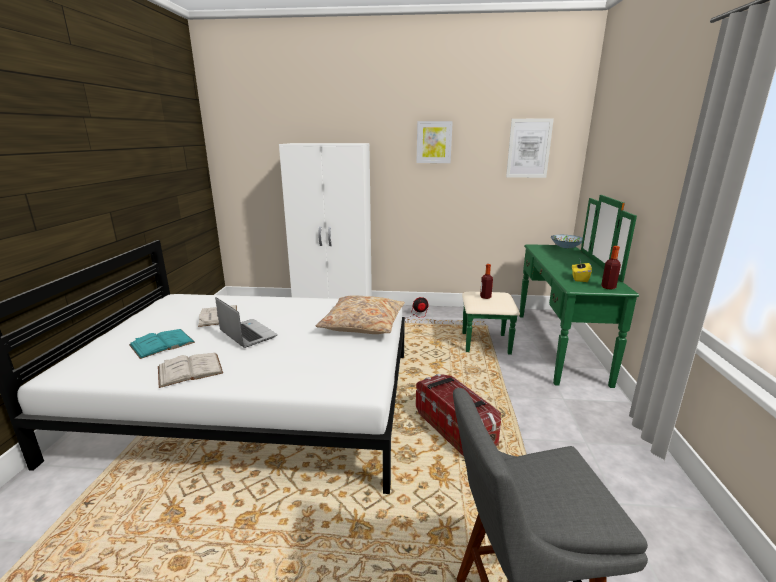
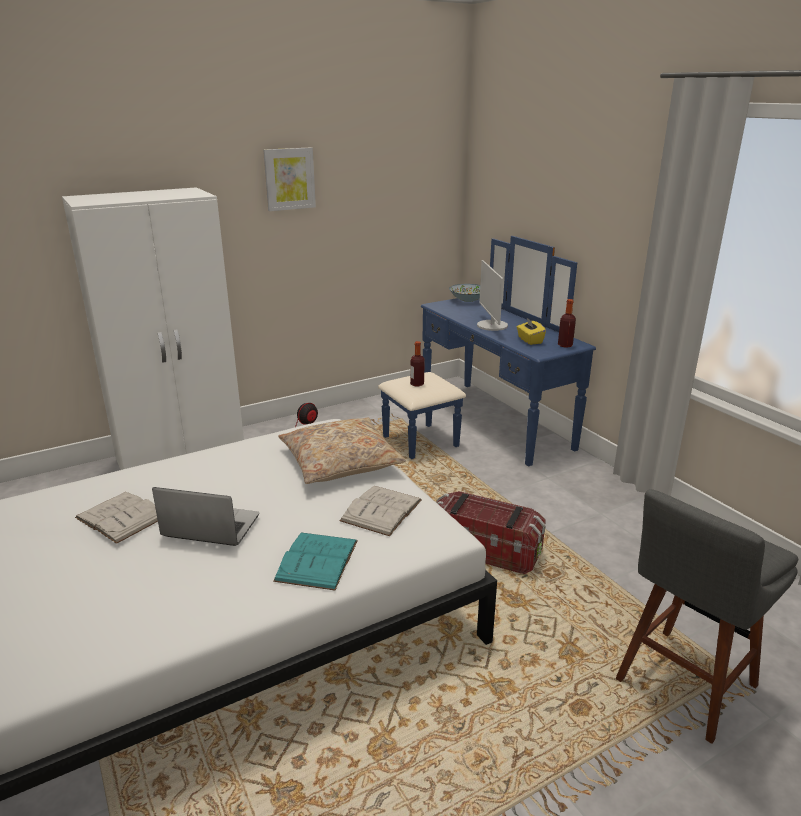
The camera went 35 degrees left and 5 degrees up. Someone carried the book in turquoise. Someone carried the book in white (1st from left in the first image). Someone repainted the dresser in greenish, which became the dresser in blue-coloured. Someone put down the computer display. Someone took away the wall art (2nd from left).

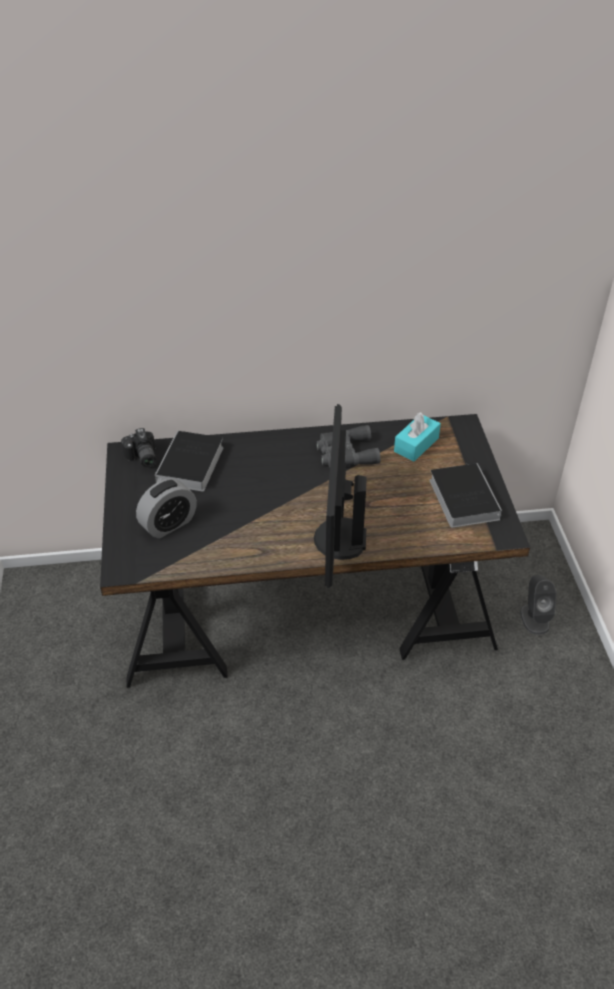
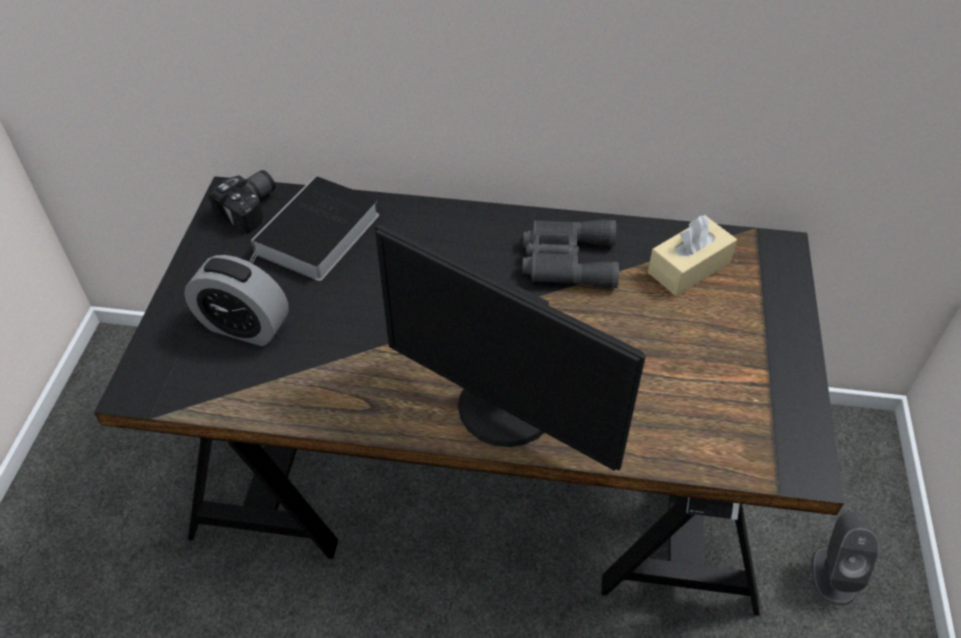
The camera went 15 degrees right and 5 degrees up. Someone rotated the alarm clock by 45 degrees clockwise. Someone rotated the still camera by 135 degrees counterclockwise. Someone rotated the computer display by 75 degrees counterclockwise. Someone repainted the tissue holder in turquoise, which became the tissue holder in beige. Someone took away the book (2nd from left).

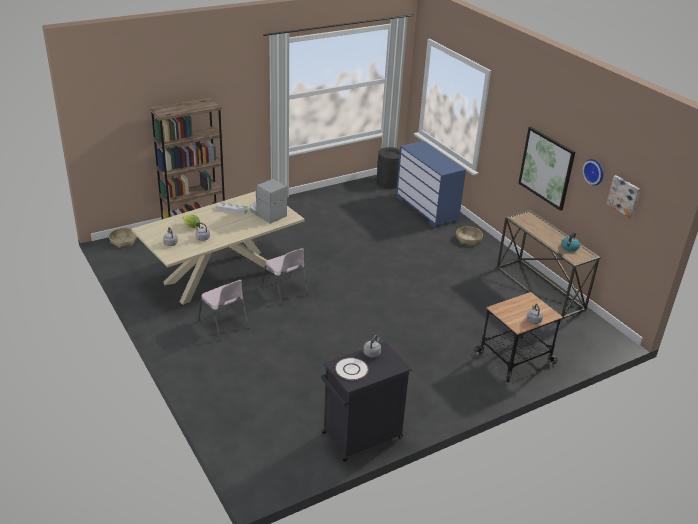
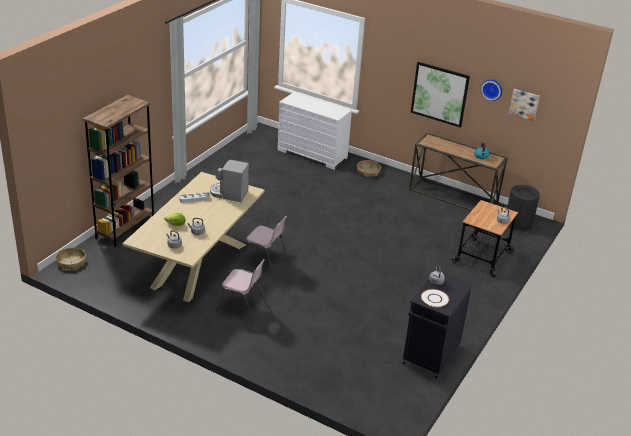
The camera went 30 degrees left and 0 degrees up. Someone repainted the dresser in blue-coloured, which became the dresser in white. Someone carried the waste bin in black-coloured.

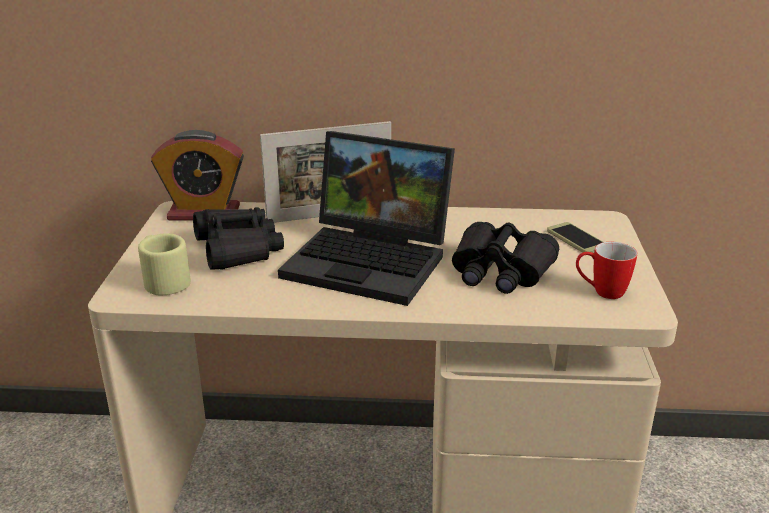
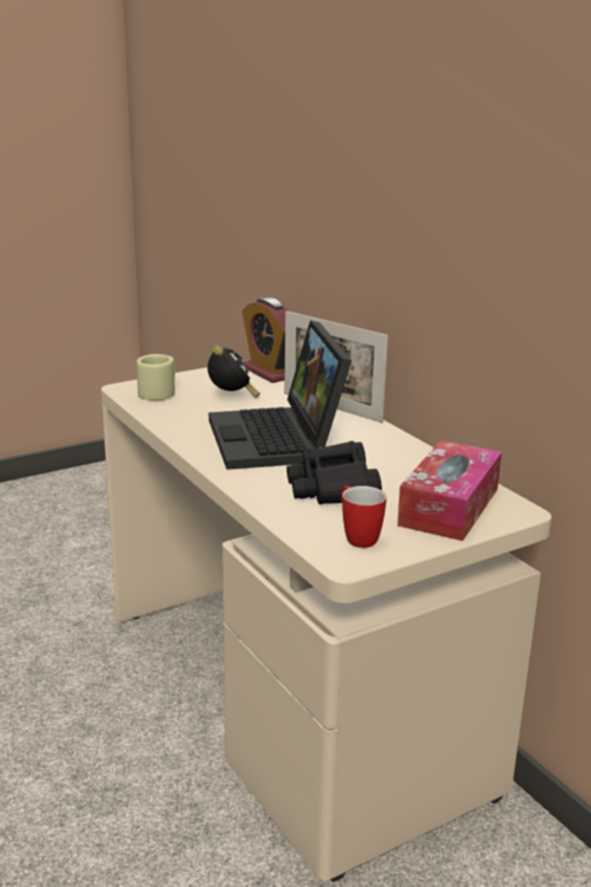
The camera went 55 degrees right and 5 degrees down. Someone swapped the field glasses in black-coloured (1st from left) for the alarm clock (1st from left). Someone swapped the handset for the tissue holder.

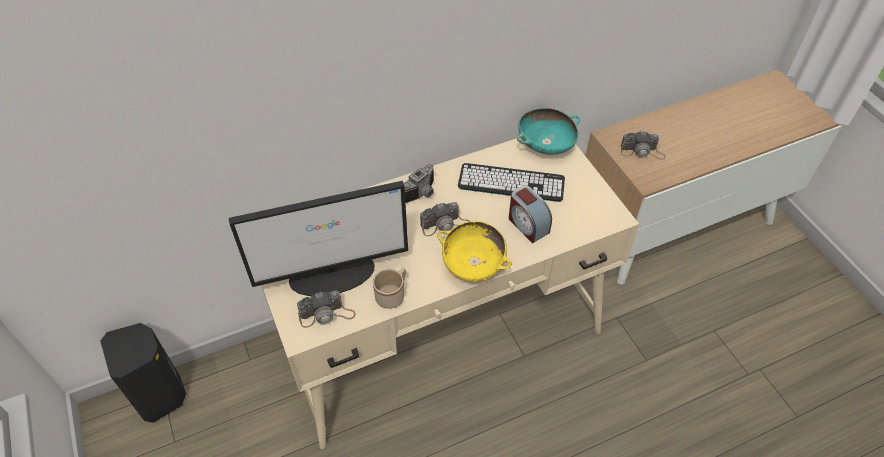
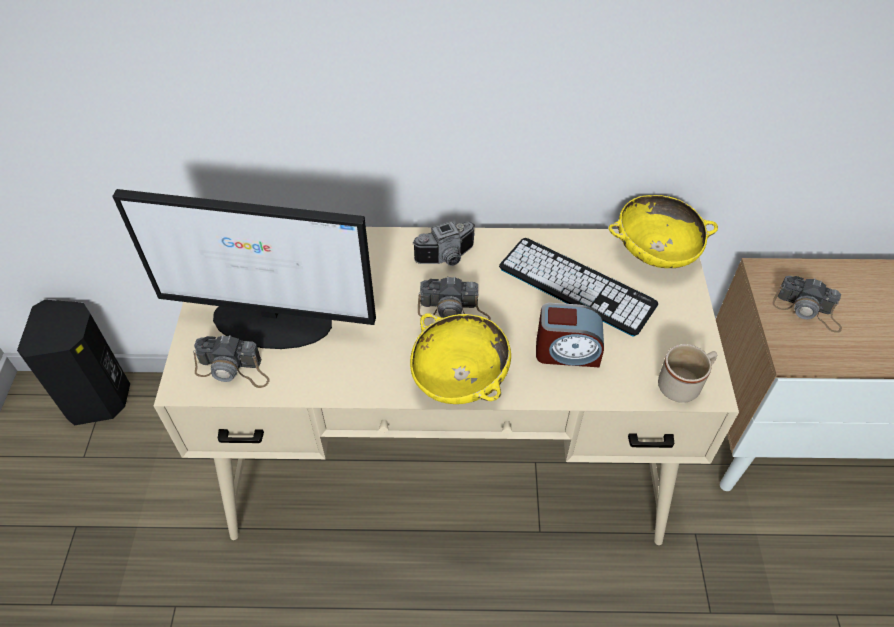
The camera went 25 degrees right and 0 degrees up. Someone rotated the alarm clock by 75 degrees counterclockwise. Someone repainted the serving bowl in turquoise, which became the serving bowl in yellowish (2nd from left). Someone carried the coffee mug in beige.

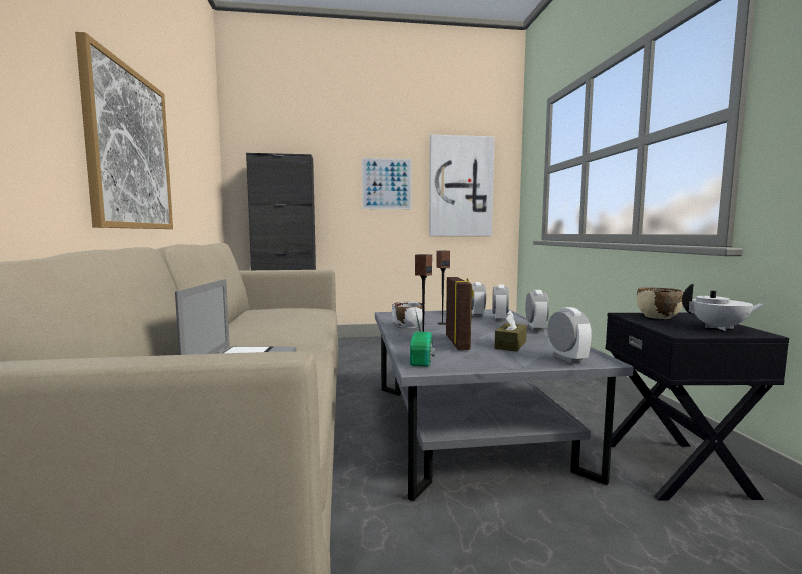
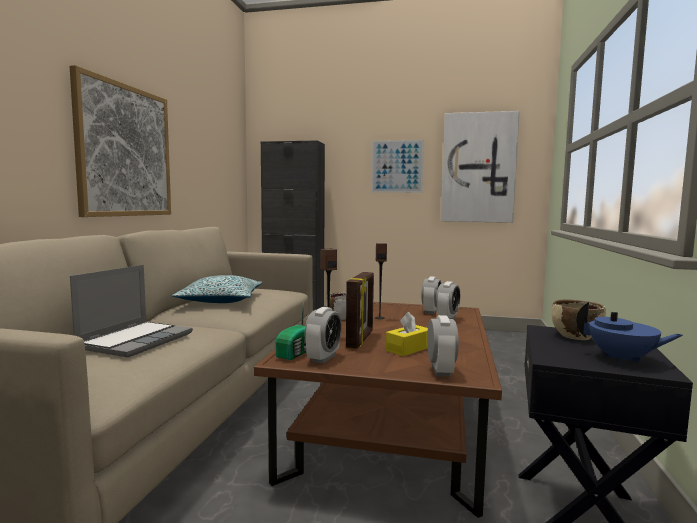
The camera went 20 degrees right and 0 degrees up. Someone put down the pillow. Someone repainted the lounge table in gray, which became the lounge table in brown-coloured. Someone carried the alarm clock (3rd from left in the first image). Someone repainted the tissue holder in brown-coloured, which became the tissue holder in yellowish. Someone repainted the pot for tea in white, which became the pot for tea in blue-coloured.

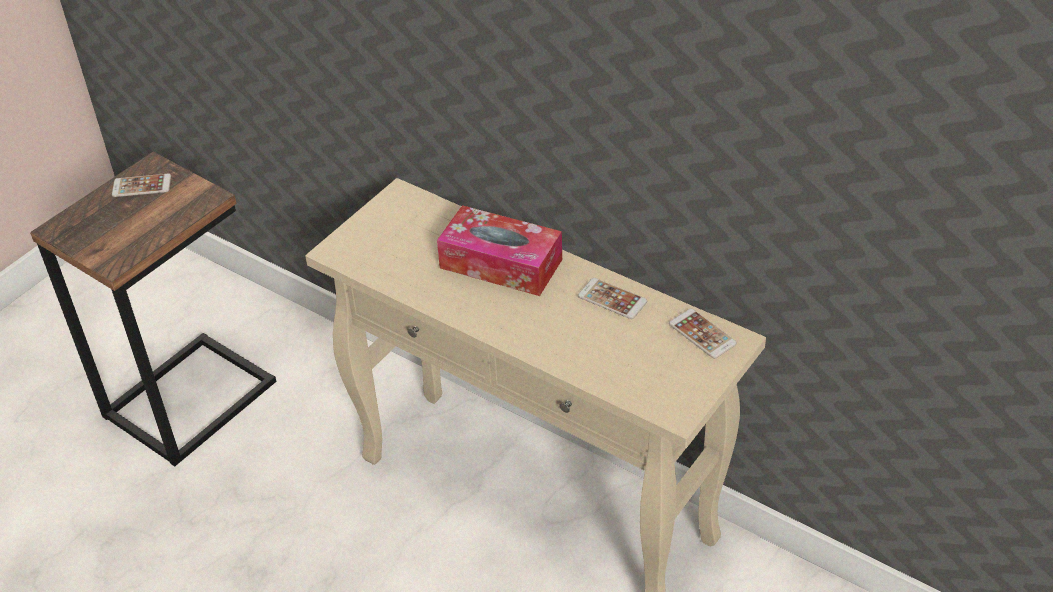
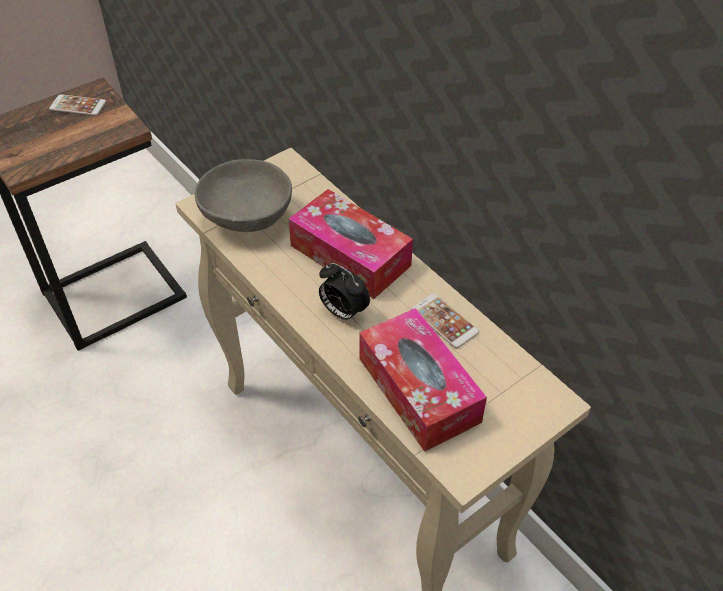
The camera went 15 degrees right and 5 degrees up. Someone put down the serving bowl in gray. Someone put down the alarm clock. Someone put down the tissue holder (2nd from left). Someone took away the handset (3rd from left).

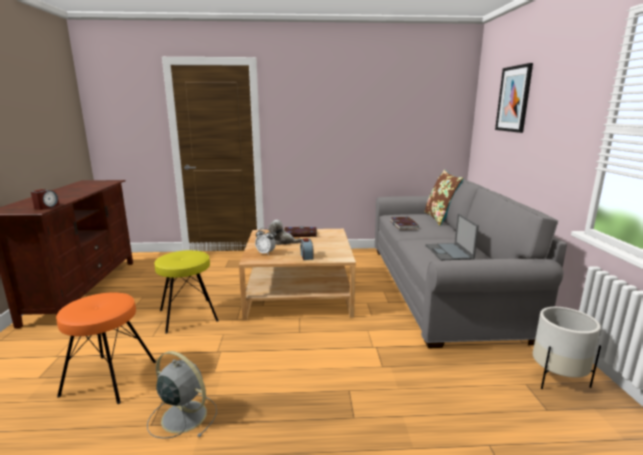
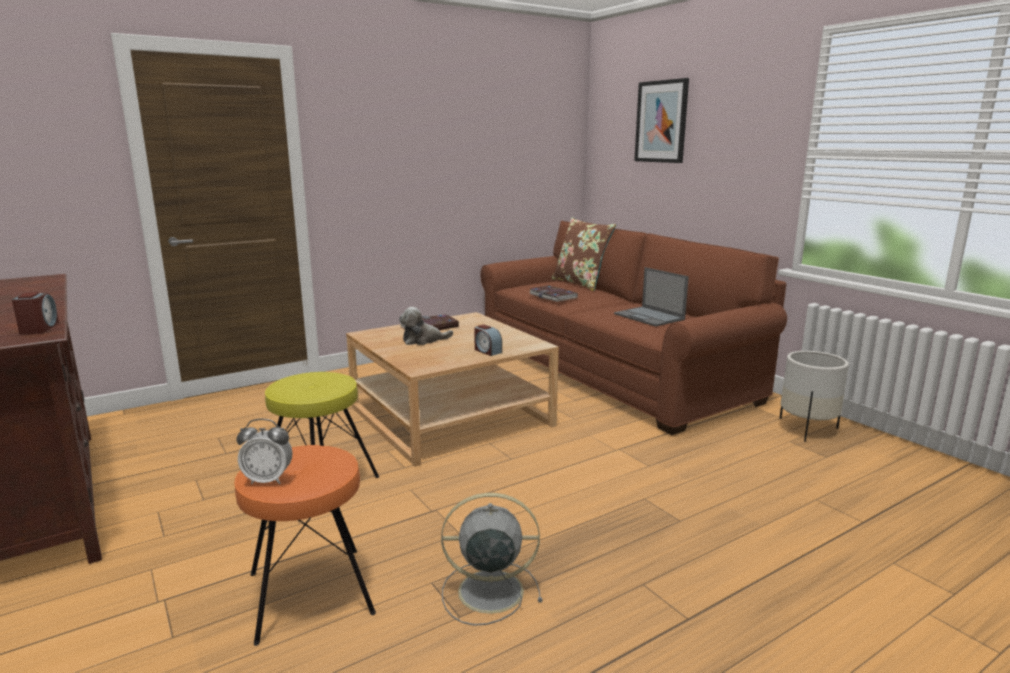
The camera went 30 degrees left and 0 degrees up. Someone carried the alarm clock (2nd from left). Someone repainted the settee in gray, which became the settee in brown-coloured.

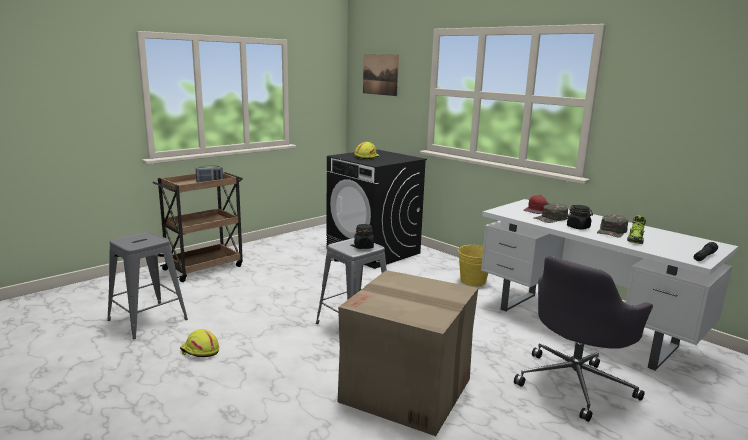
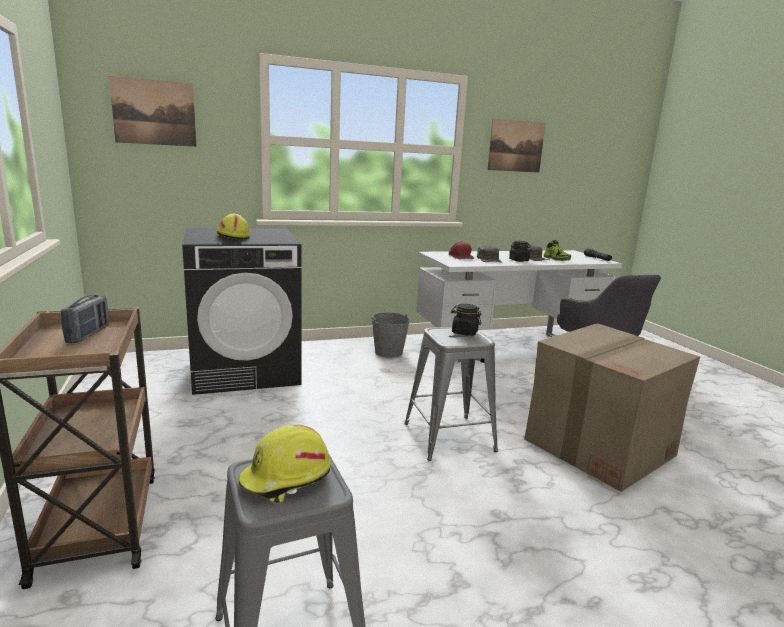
The camera went 65 degrees left and 0 degrees up. Someone carried the work helmet in yellowish (1st from left in the first image). Someone repainted the pail in yellowish, which became the pail in gray. Someone put up the wall art (2nd from left).

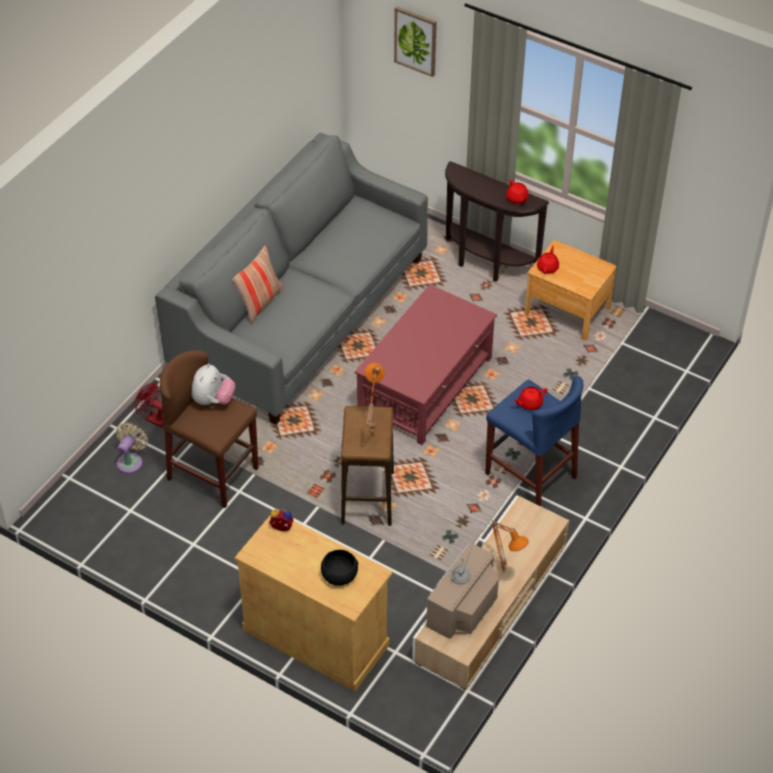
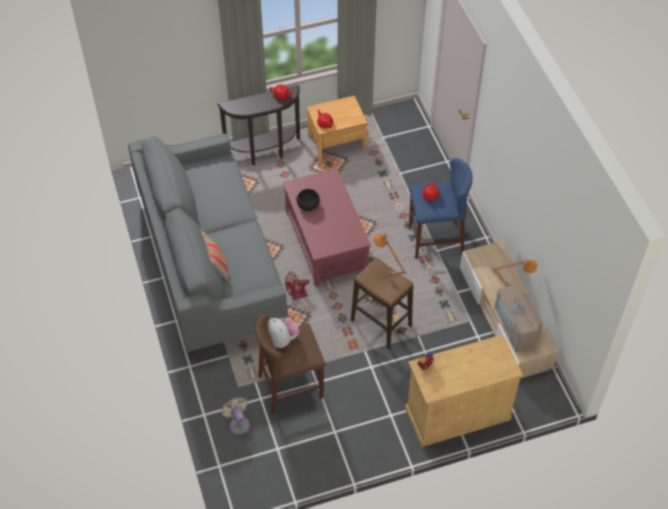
The camera went 50 degrees left and 5 degrees up. Someone carried the fan in reddish. Someone carried the serving bowl in black-coloured. Someone took away the wall art.

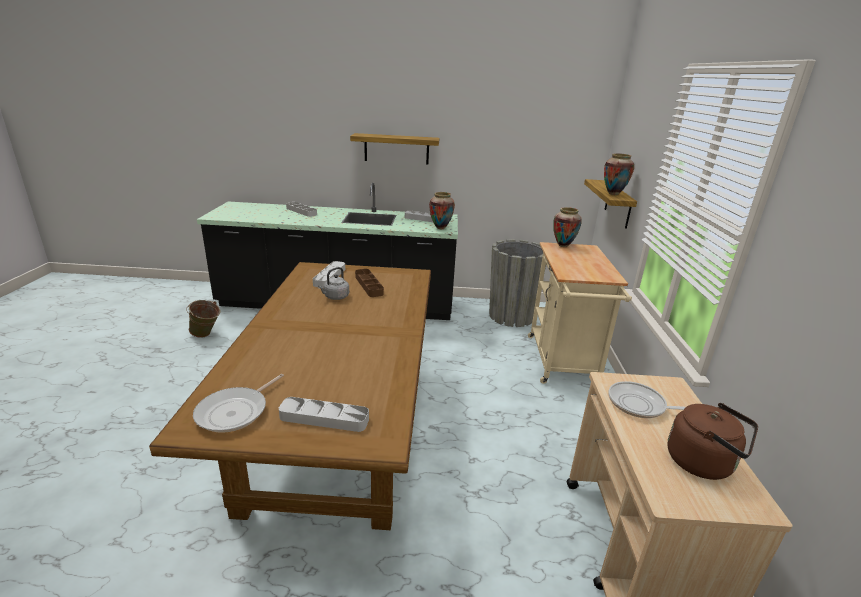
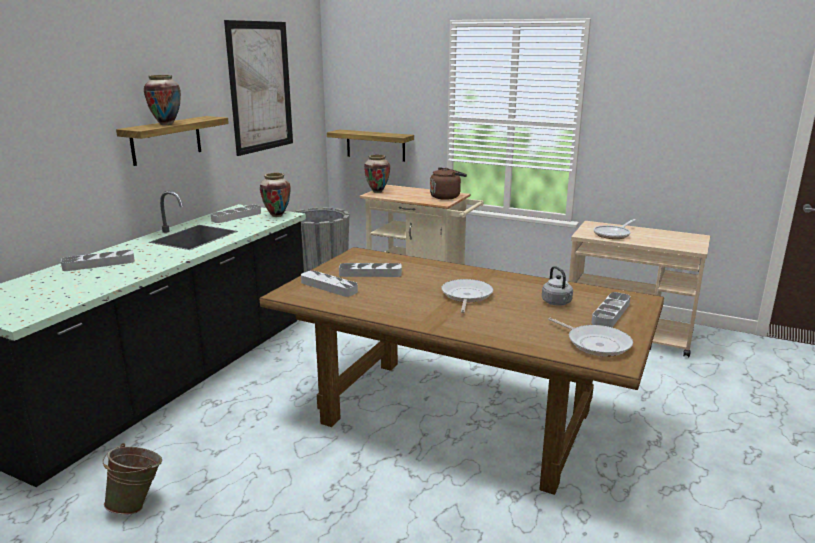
The camera went 65 degrees left and 5 degrees down. Someone carried the flower vase (3rd from left in the first image). Someone put up the wall art. Someone repainted the serving tray in brown-coloured, which became the serving tray in gray (4th from left). Someone carried the tea kettle in brown-coloured. Someone put down the pan (1st from left). Someone carried the tea kettle in gray.

